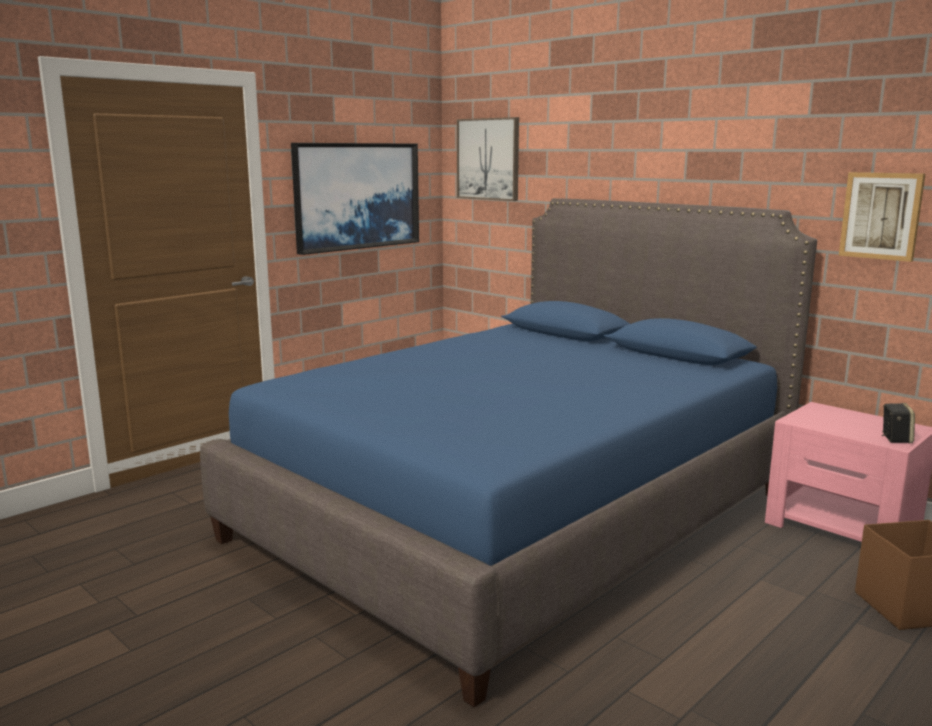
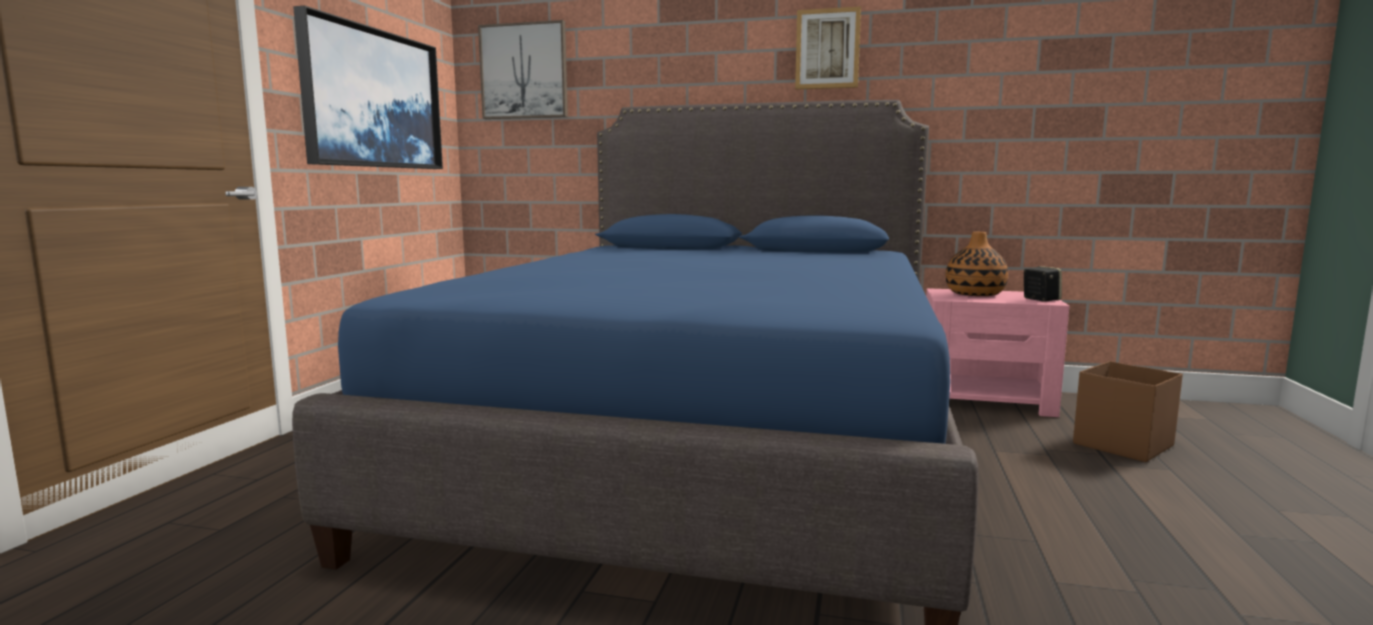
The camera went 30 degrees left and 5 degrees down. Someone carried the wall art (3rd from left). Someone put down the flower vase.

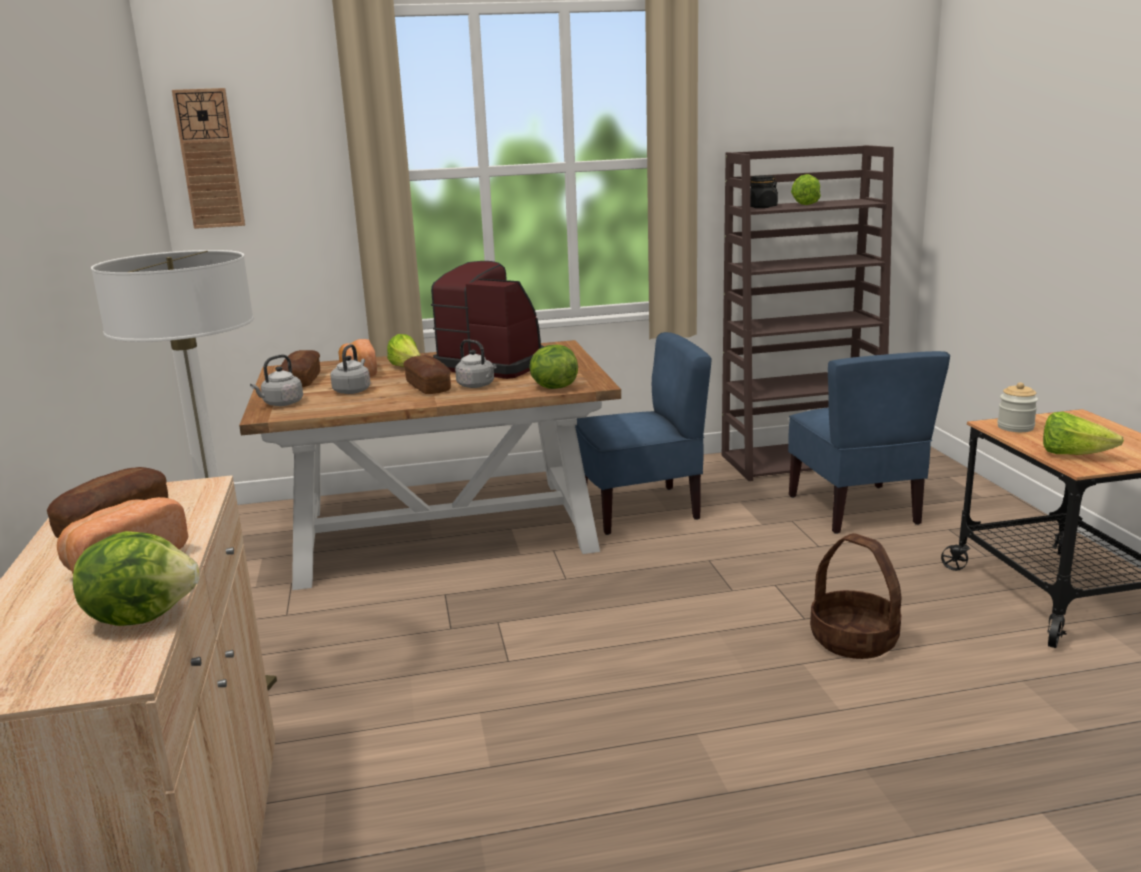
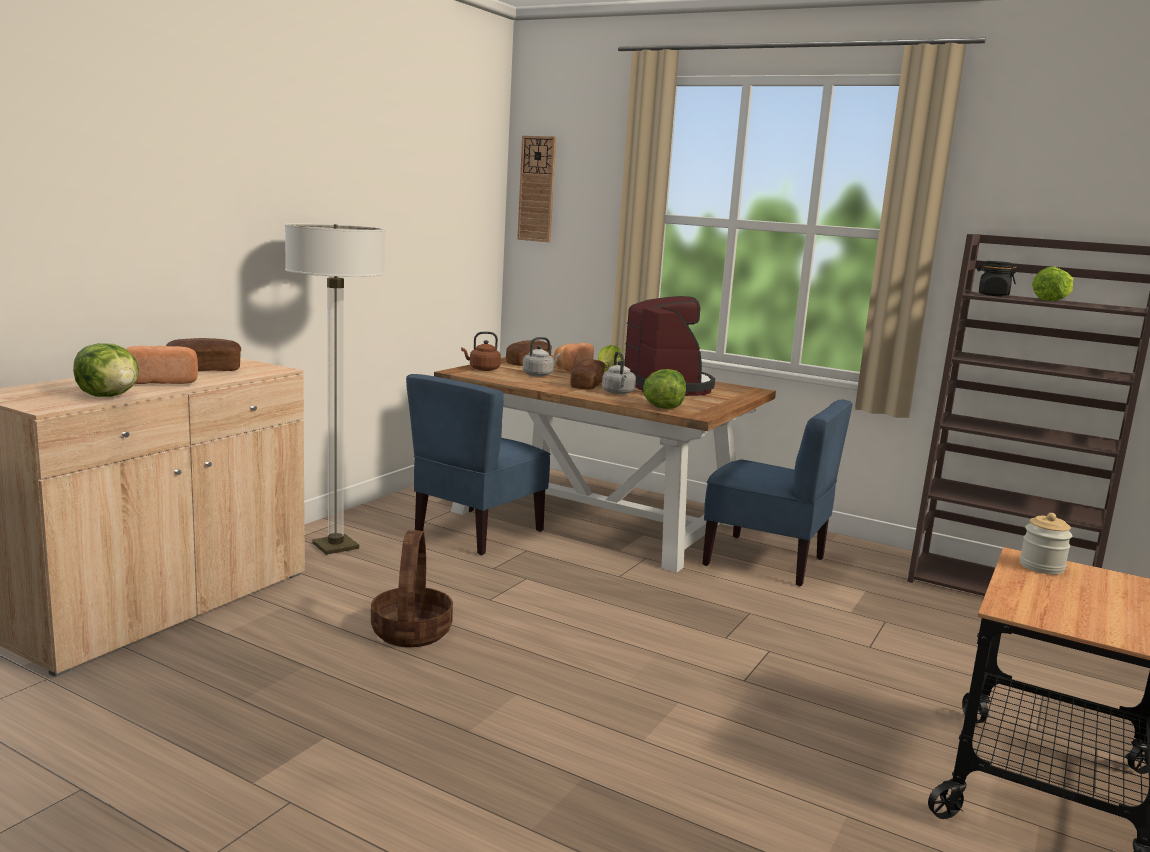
The camera went 40 degrees right and 5 degrees down. Someone carried the storage basket. Someone carried the upright chair in blue-coloured (2nd from left in the first image). Someone repainted the tea kettle in gray (1st from left), which became the tea kettle in brown-coloured. Someone took away the head of lettuce (5th from left).

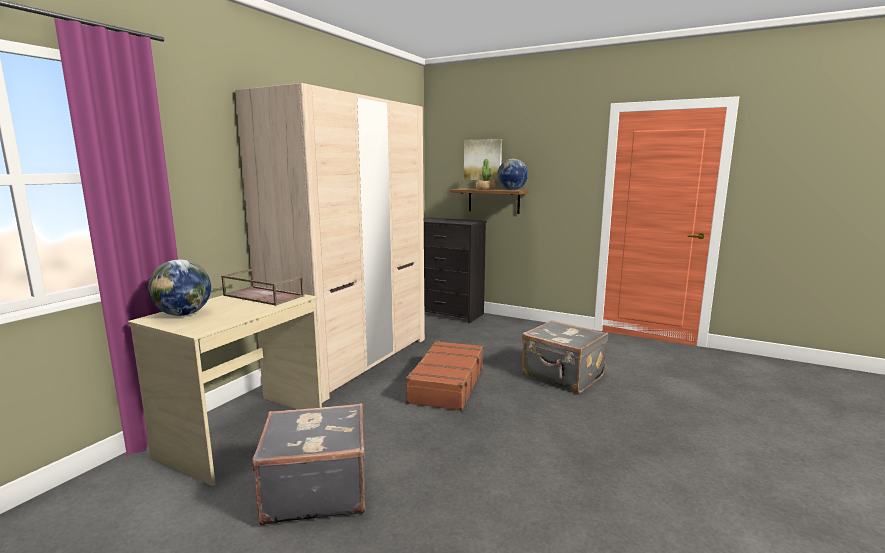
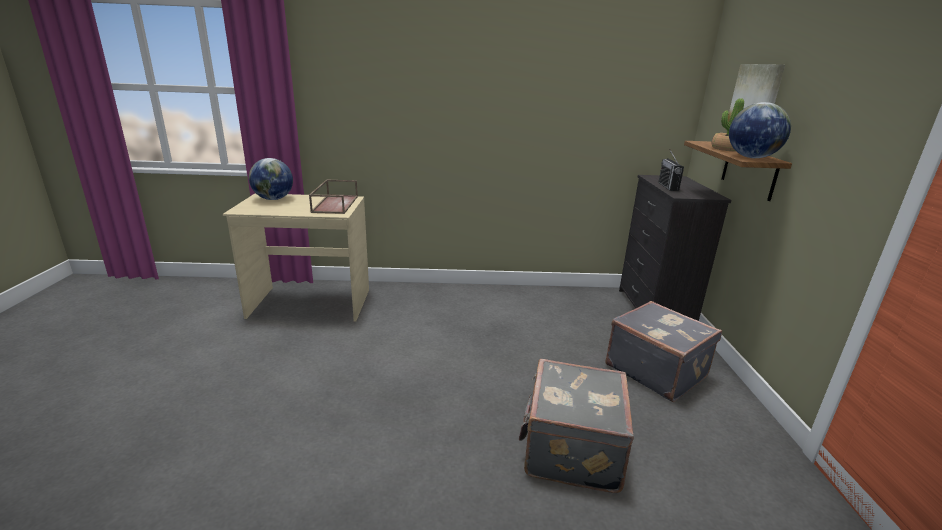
The camera went 60 degrees right and 10 degrees up. Someone carried the piece of luggage in gray (1st from left in the first image). Someone put down the radio receiver. Someone took away the armoire in beige. Someone took away the piece of luggage in brown-coloured.

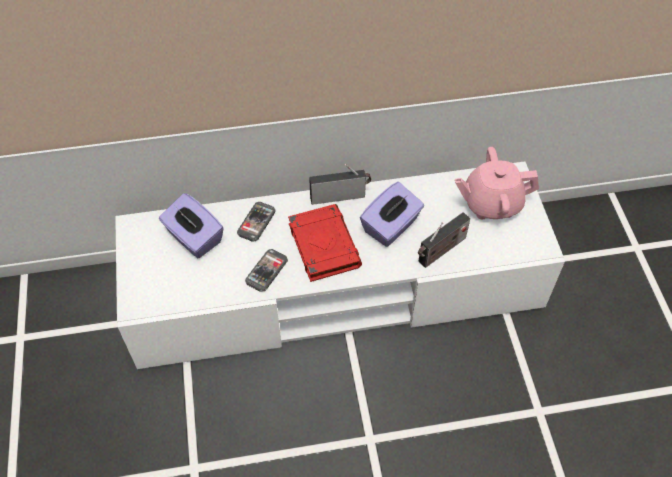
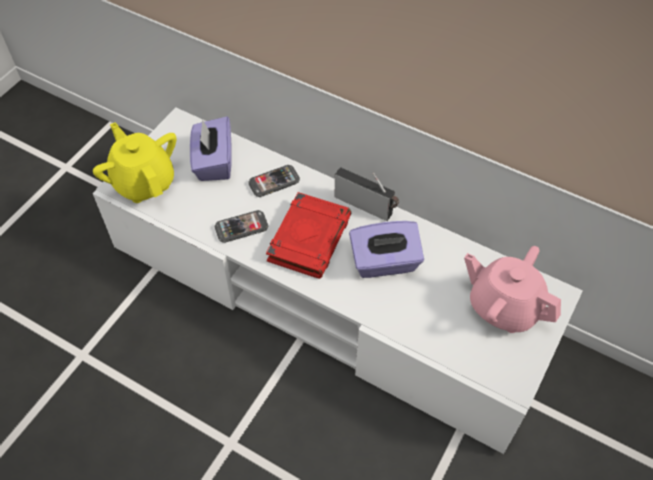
The camera went 40 degrees right and 0 degrees up. Someone put down the pot for tea in yellowish. Someone took away the radio receiver (2nd from left).

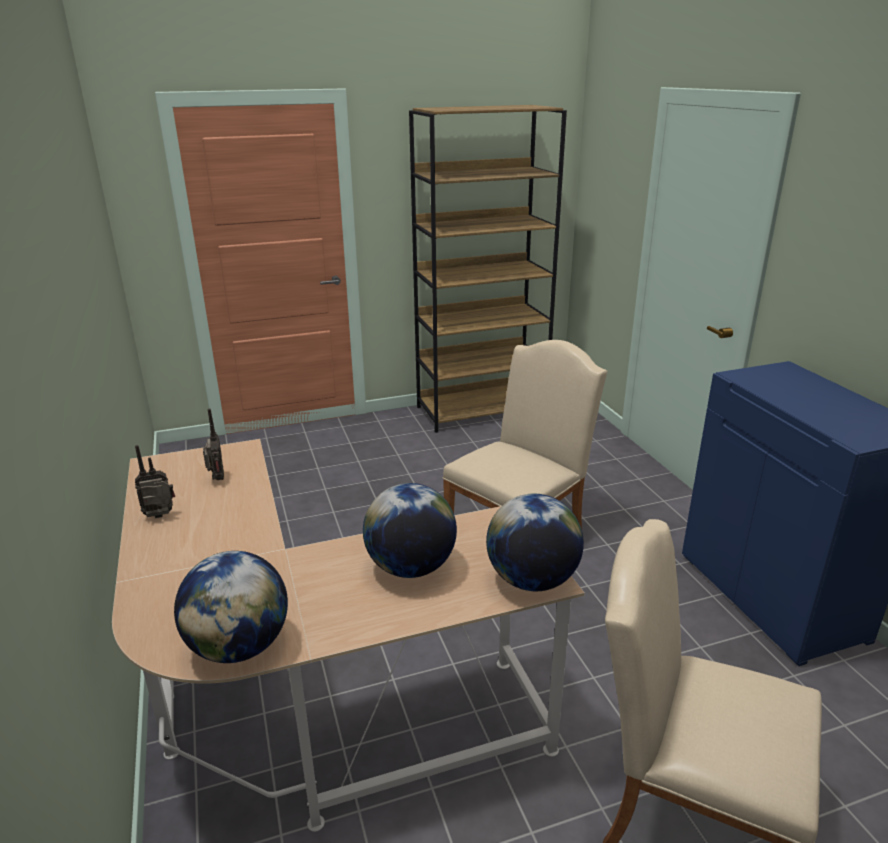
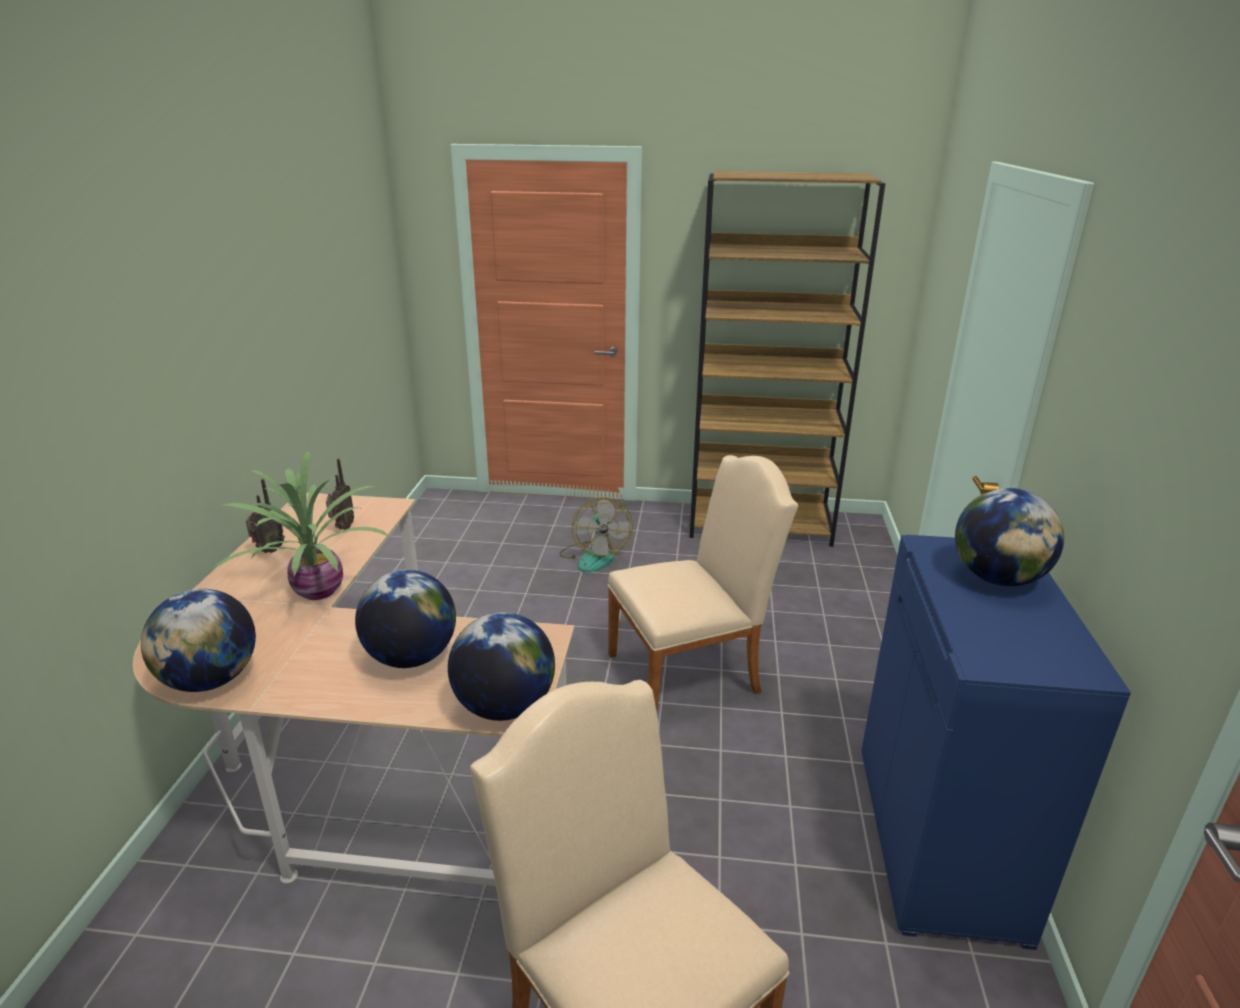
The camera went 25 degrees right and 0 degrees up. Someone put down the potted plant. Someone rotated the radio receiver (1st from left) by 120 degrees clockwise. Someone put down the fan. Someone put down the desk globe (4th from left).

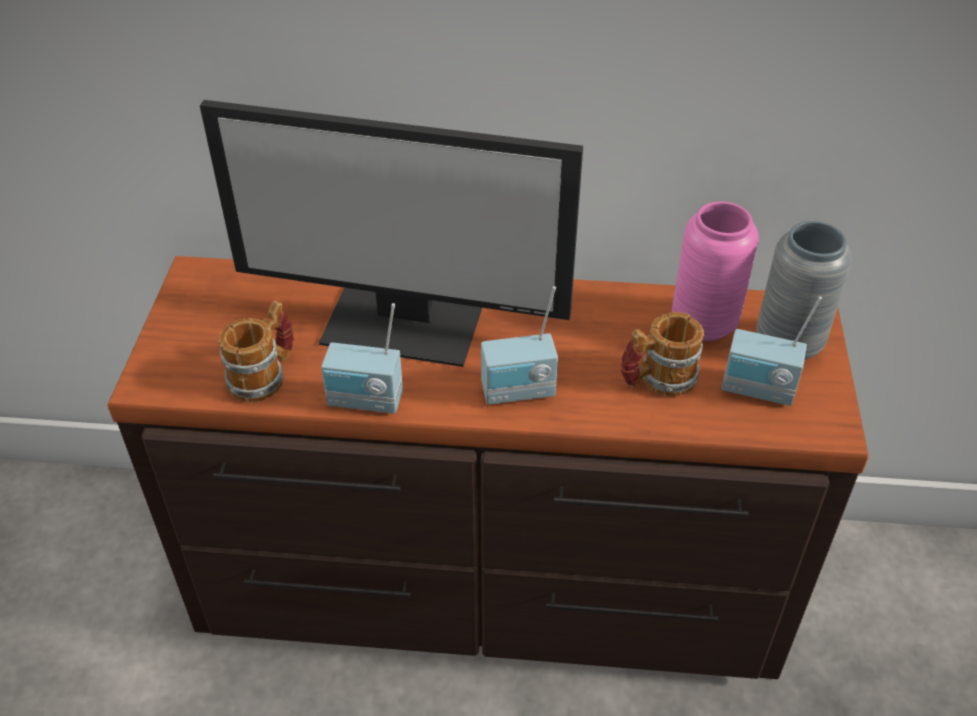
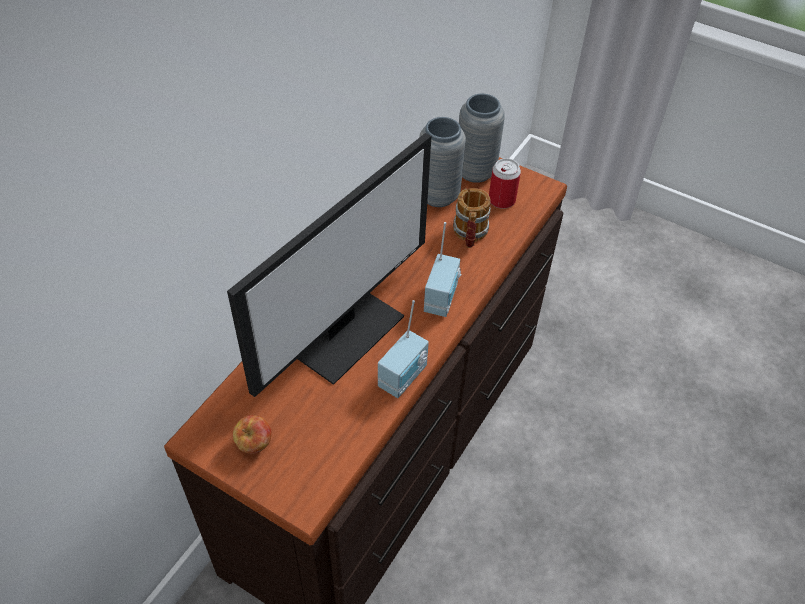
The camera went 65 degrees left and 5 degrees up. Someone put down the whole apple. Someone repainted the flower vase in pinkish, which became the flower vase in gray (1st from left). Someone swapped the radio receiver (3rd from left) for the metal can. Someone took away the coffee mug (1st from left).

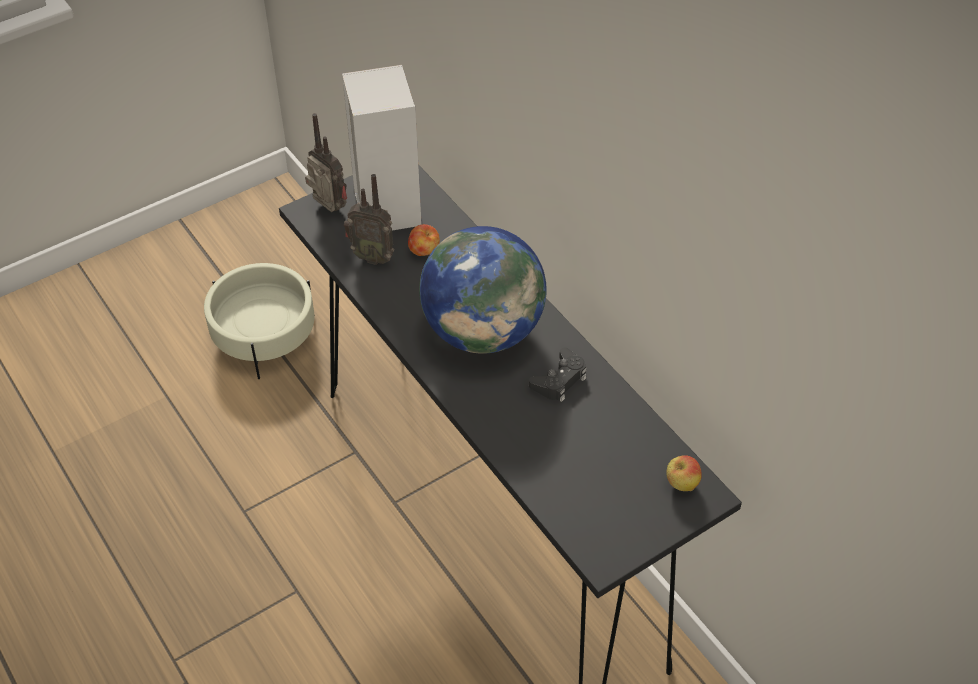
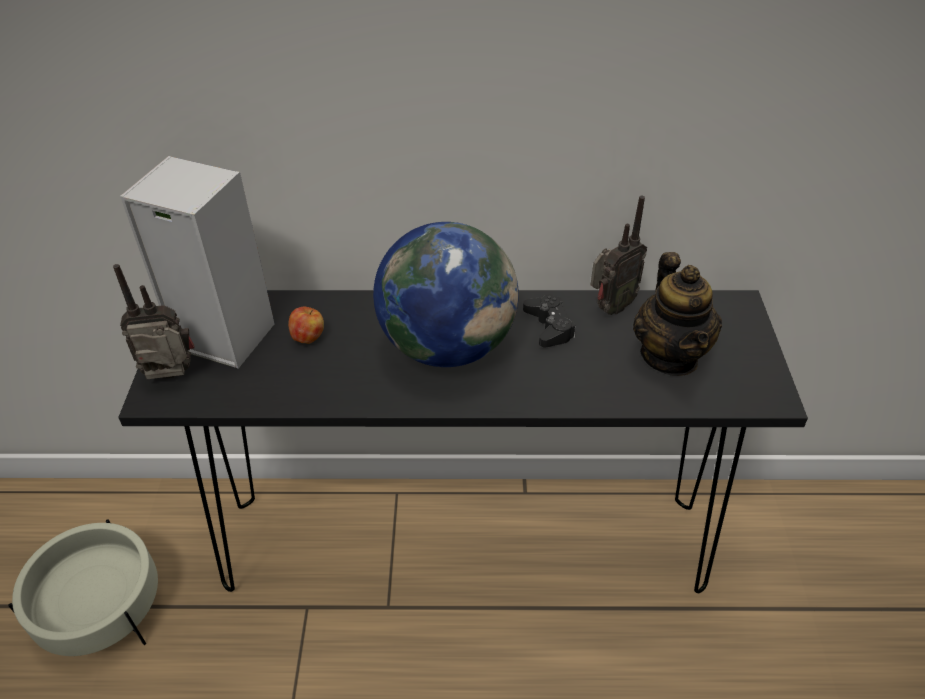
The camera went 55 degrees left and 5 degrees down. Someone carried the radio receiver (2nd from left). Someone put down the pot for tea. Someone took away the whole apple (2nd from left).

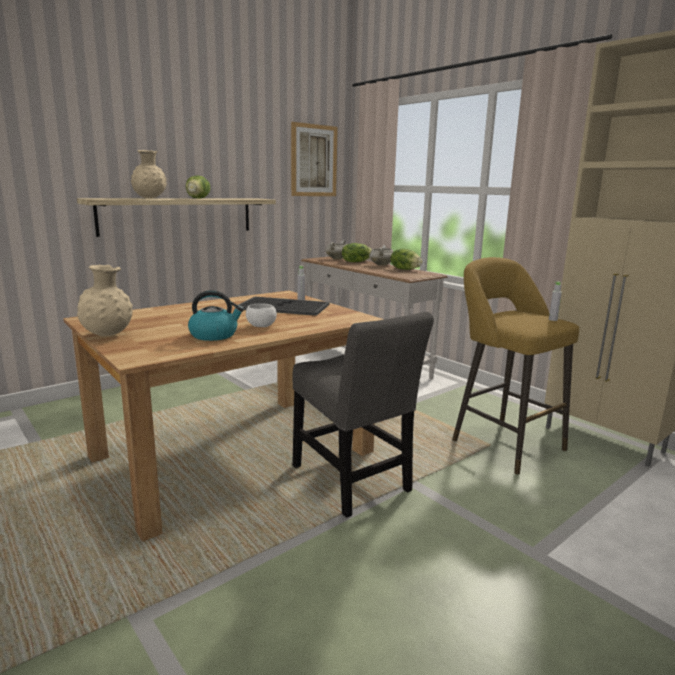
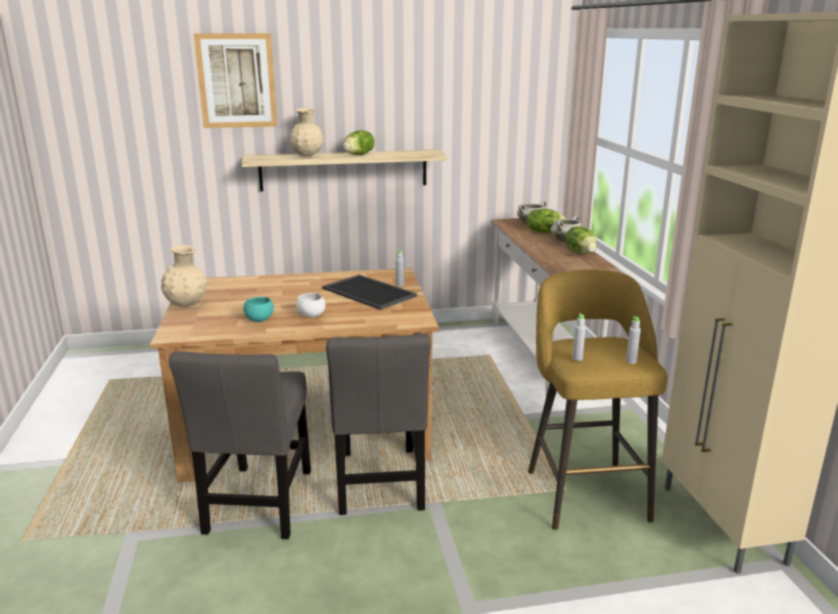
The camera went 30 degrees right and 5 degrees up. Someone put down the upright chair in gray (1st from left). Someone carried the wall art. Someone swapped the tea kettle for the serving bowl in turquoise. Someone put down the bottle in gray (2nd from left).

